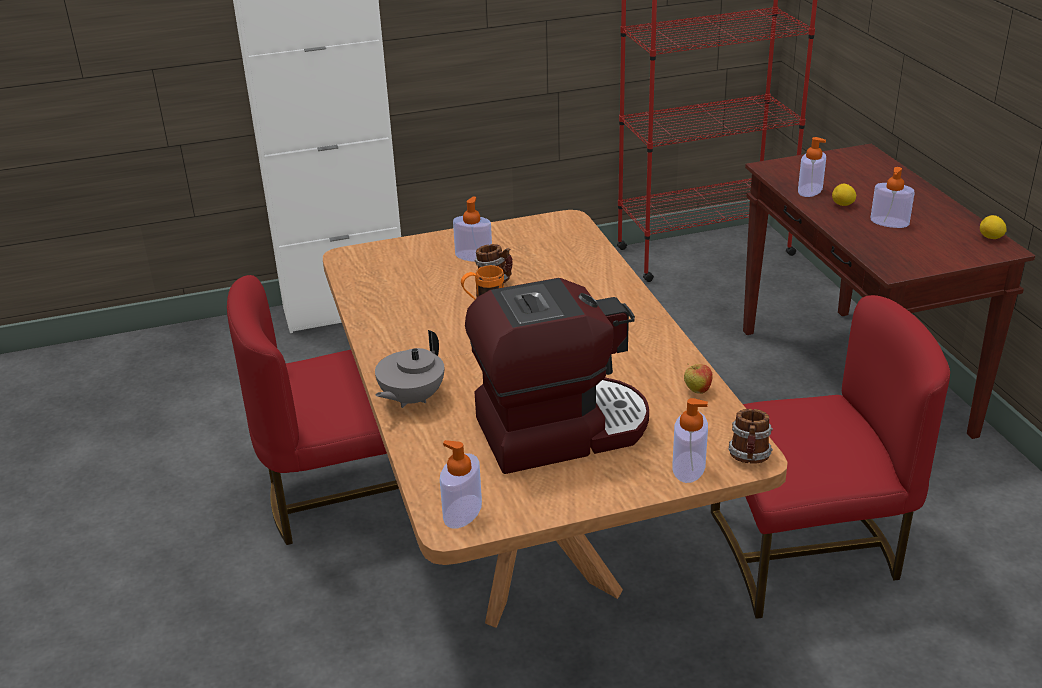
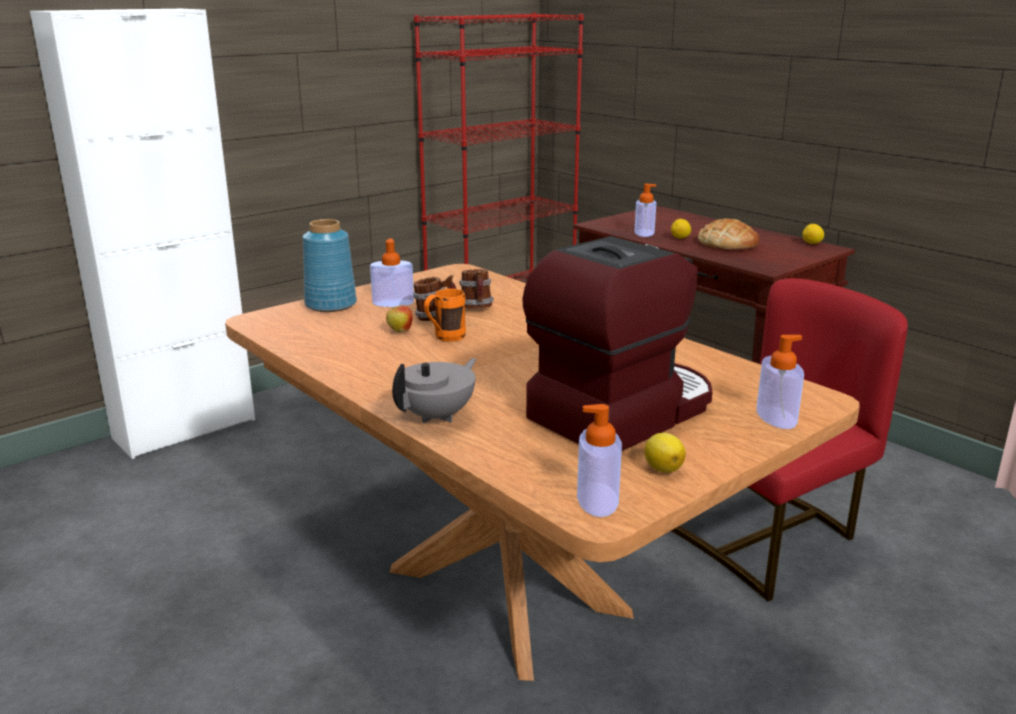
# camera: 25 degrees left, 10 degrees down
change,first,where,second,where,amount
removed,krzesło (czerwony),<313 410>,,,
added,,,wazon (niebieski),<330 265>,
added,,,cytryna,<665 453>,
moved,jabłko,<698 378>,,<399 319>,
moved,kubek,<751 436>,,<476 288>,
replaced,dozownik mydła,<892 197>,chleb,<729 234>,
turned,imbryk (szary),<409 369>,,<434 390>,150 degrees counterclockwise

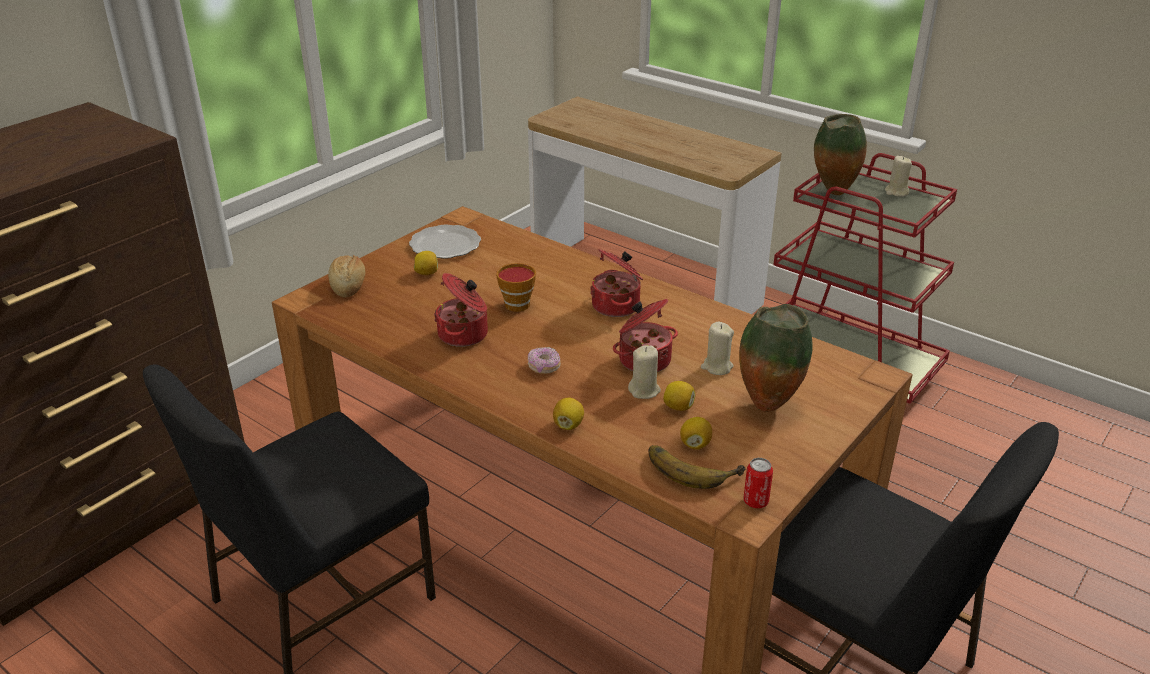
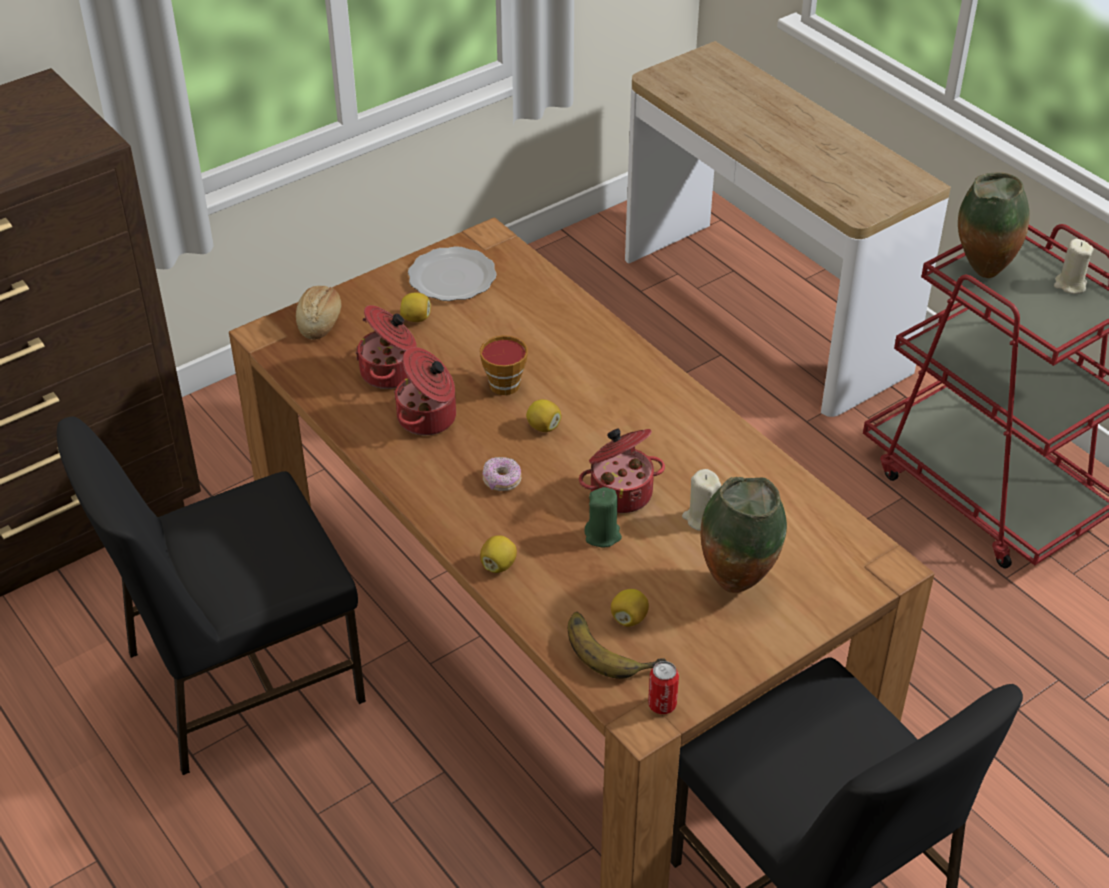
# camera: 15 degrees right, 10 degrees up
change,first,where,second,where,amount
moved,garnek,<616 283>,,<386 347>,
moved,cytryna,<679 396>,,<543 415>,
recoloured,świeca (beżowy),<644 372>,świeca (zielony),<603 517>,

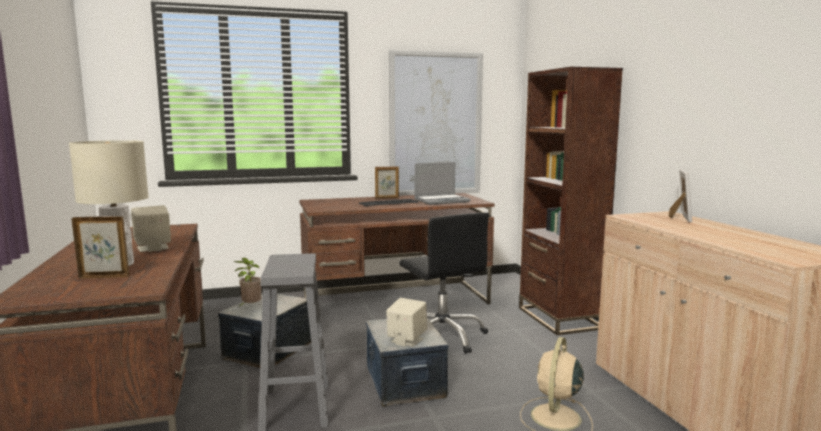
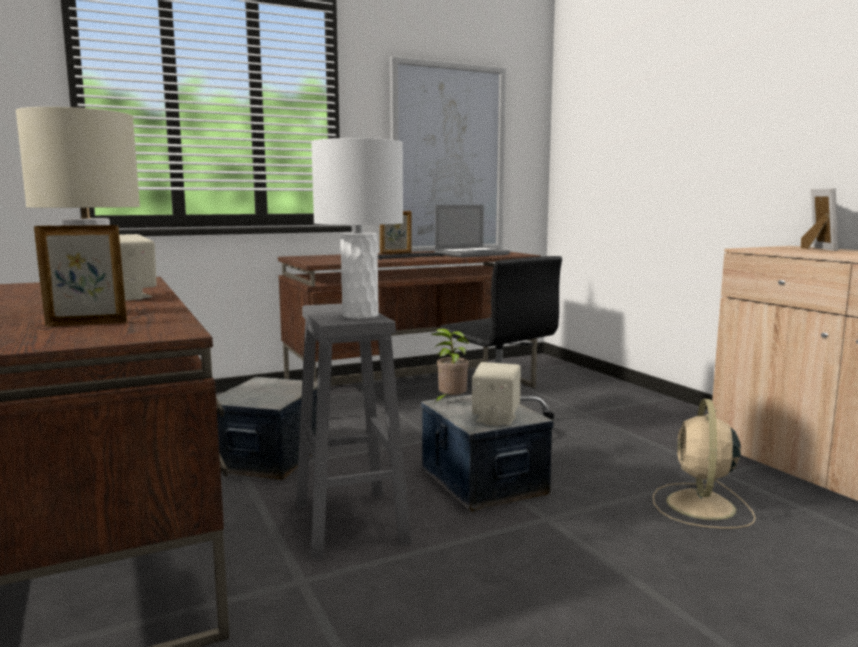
# camera: 10 degrees left, 0 degrees up
change,first,where,second,where,amount
removed,regał (brązowy),<571 201>,,,
added,,,lampa stołowa (biały),<357 228>,
moved,roślina doniczkowa,<247 282>,,<450 365>,

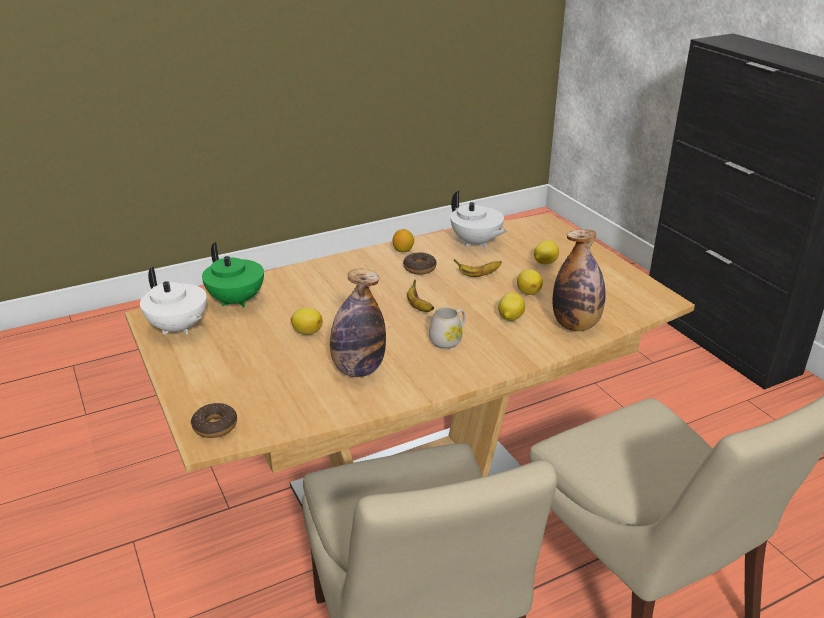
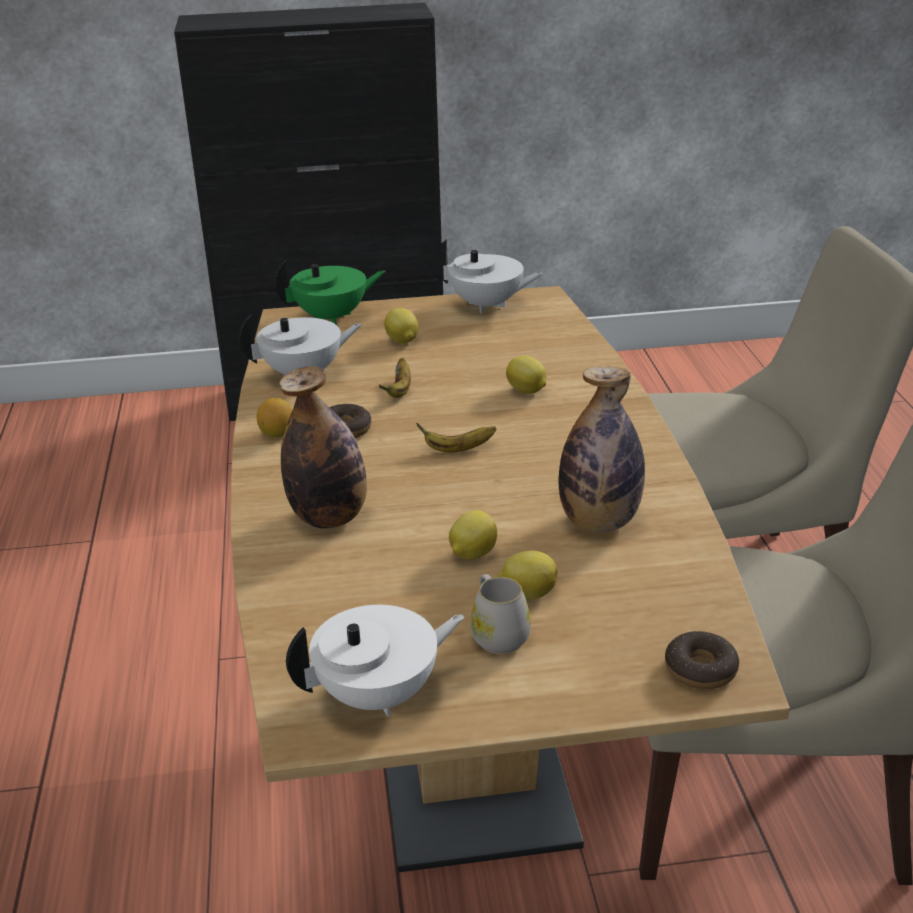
# camera: 70 degrees left, 0 degrees up
change,first,where,second,where,amount
added,,,imbryk (biały),<489 276>,
moved,imbryk (zielony),<233 274>,,<330 292>,
moved,kubek (biały),<447 328>,,<500 614>,
moved,cytryna,<530 282>,,<528 575>,
moved,butelka,<579 280>,,<323 447>,

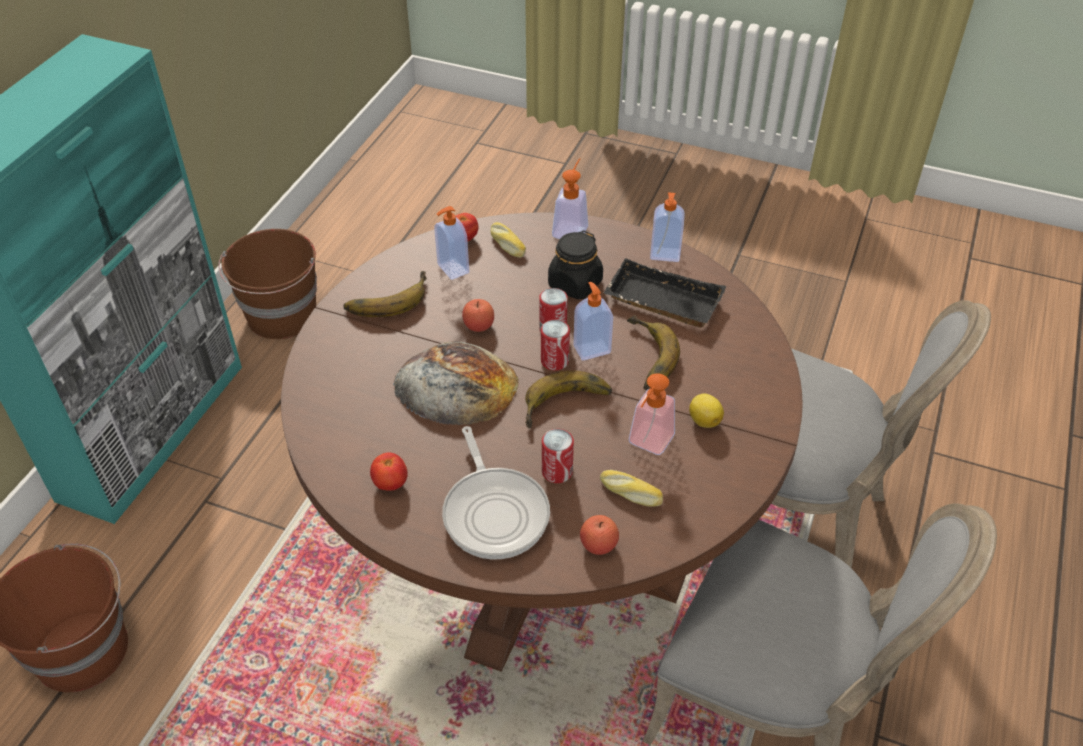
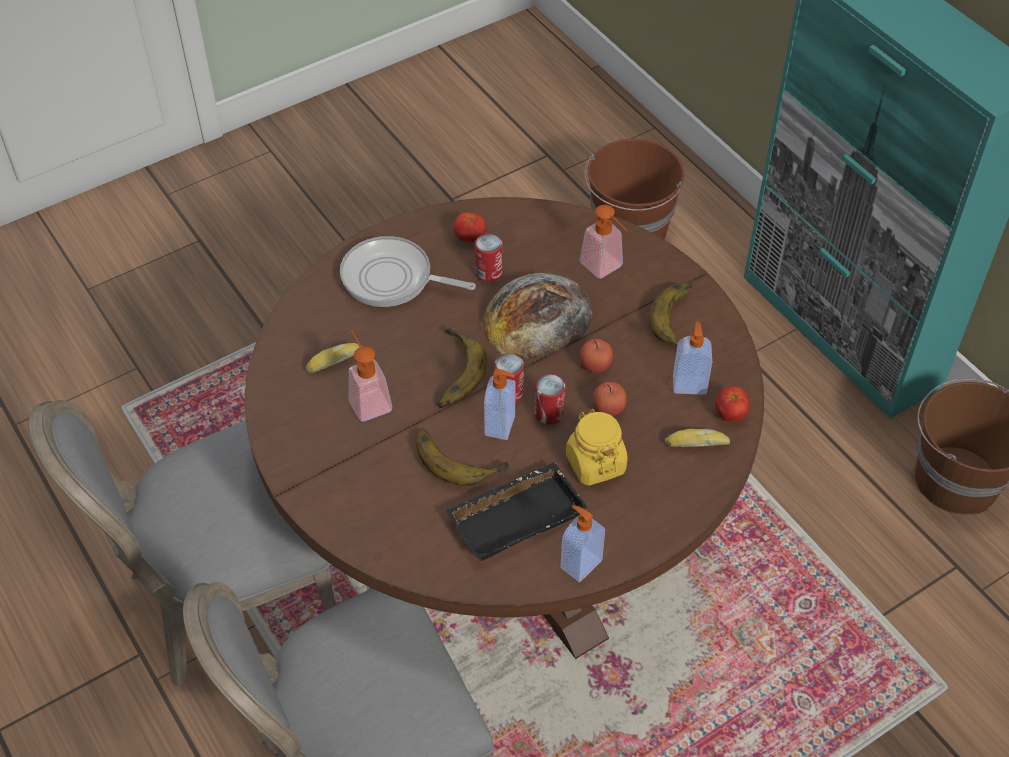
# camera: 125 degrees right, 5 degrees up
change,first,where,second,where,amount
removed,cytryna,<706 411>,,,
moved,puszka,<558 456>,,<488 258>,
moved,dozownik mydła,<570 198>,,<603 242>,
moved,jabłko,<599 535>,,<610 399>,
recoloured,słoik (czarny),<575 264>,słoik (żółty),<597 447>,

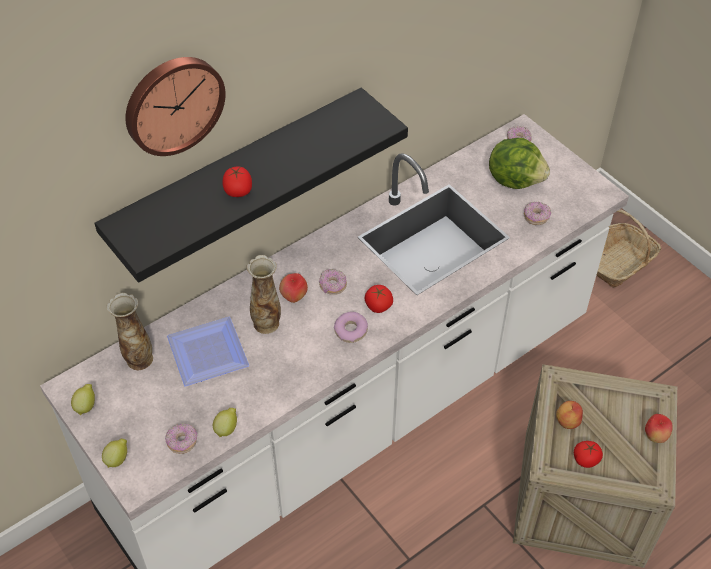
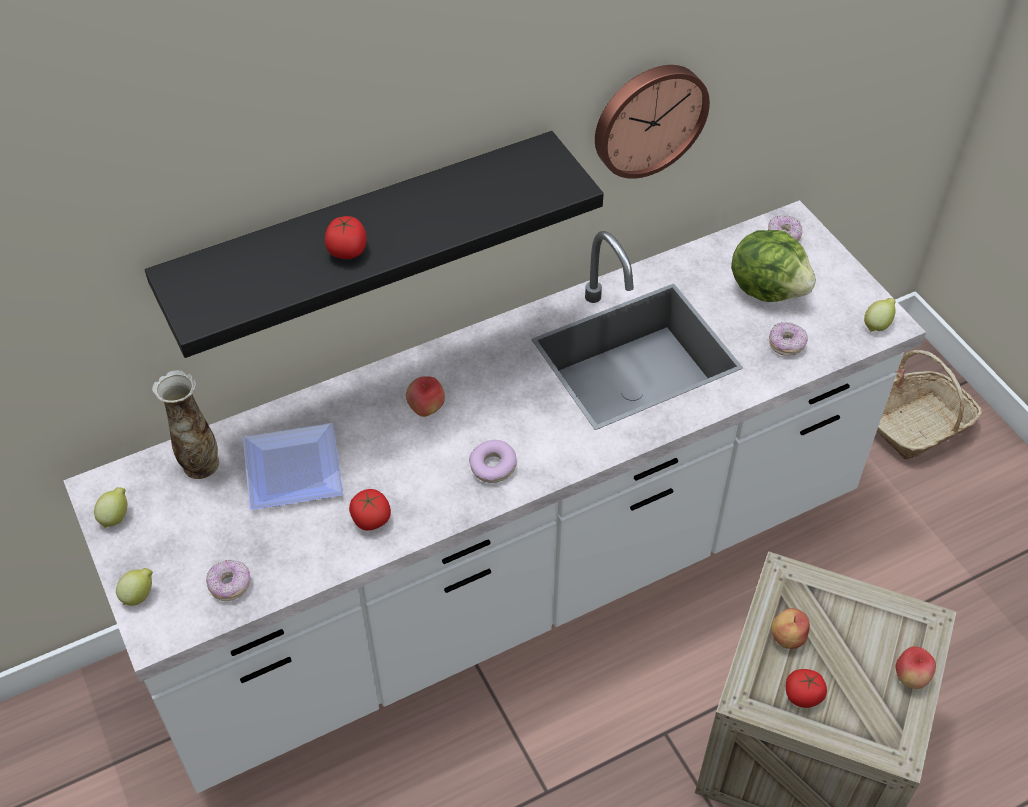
# camera: 10 degrees right, 0 degrees up
change,first,where,second,where,amount
removed,wazon,<264 294>,,,
removed,donut,<333 282>,,,
moved,zegar ścienny,<175 106>,,<652 122>,
moved,cytryna,<225 423>,,<880 315>,
moved,pomidor,<379 299>,,<370 510>,

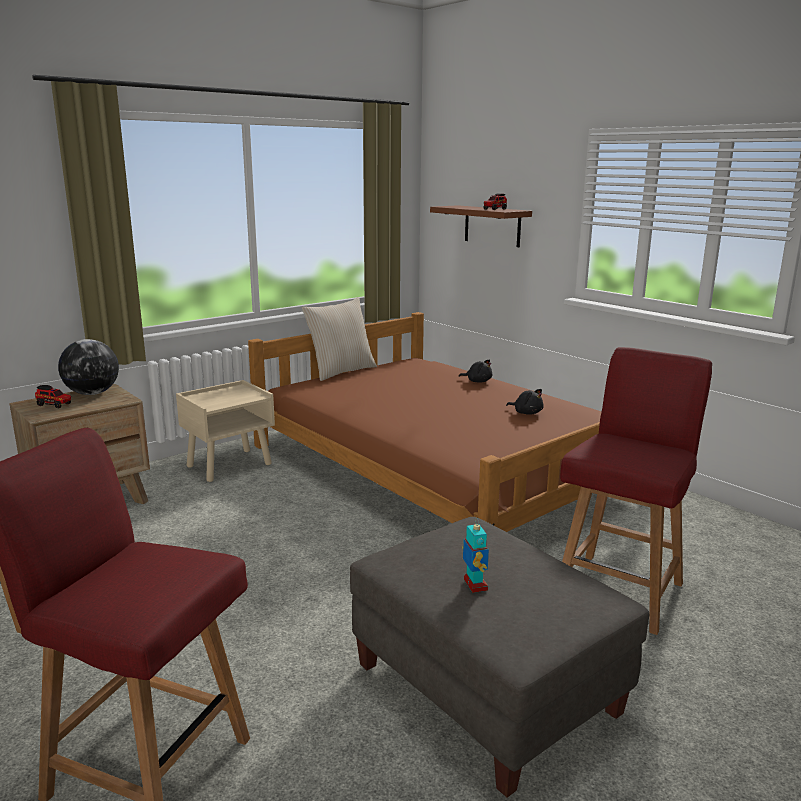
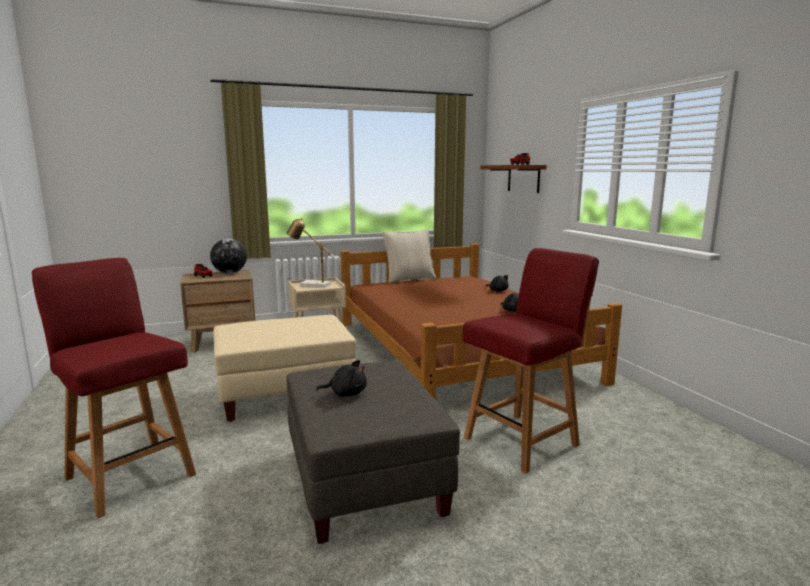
# camera: 20 degrees right, 5 degrees down
change,first,where,second,where,amount
added,,,pufa (beżowy),<284 368>,
added,,,lampa stołowa,<312 253>,
replaced,robot zabawkowy,<475 555>,pluszak (czarny),<341 378>,

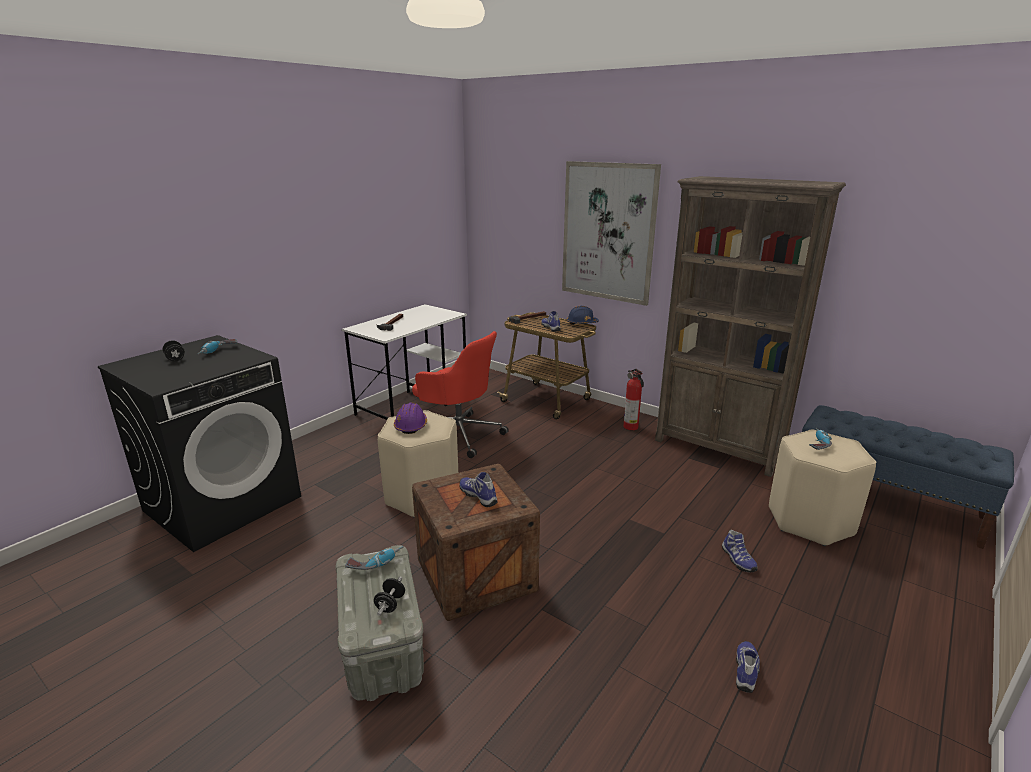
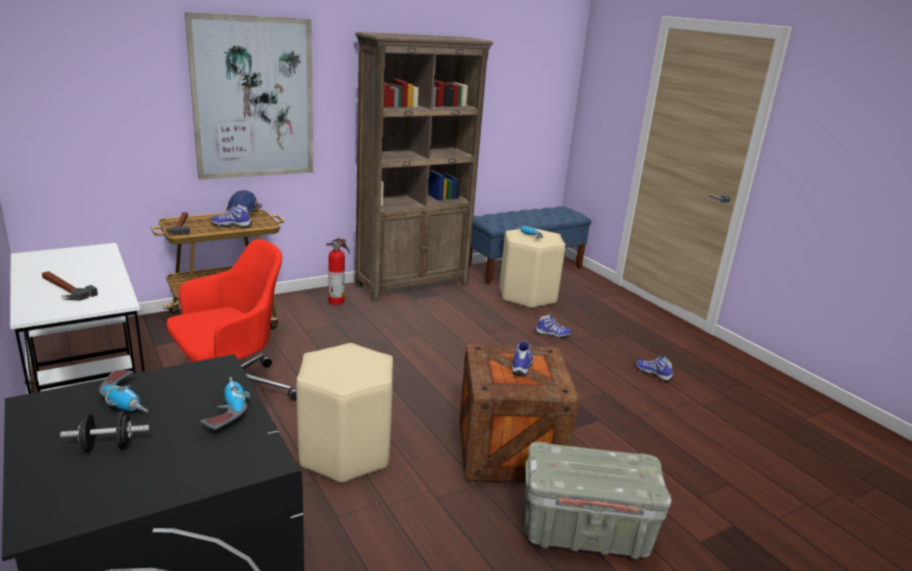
# camera: 70 degrees left, 0 degrees up
change,first,where,second,where,amount
removed,hantel (czarny),<389 596>,,,
removed,kask (fioletowy),<410 418>,,,
moved,wiertarka,<374 558>,,<225 403>,
turned,but,<478 489>,,<522 359>,120 degrees clockwise

